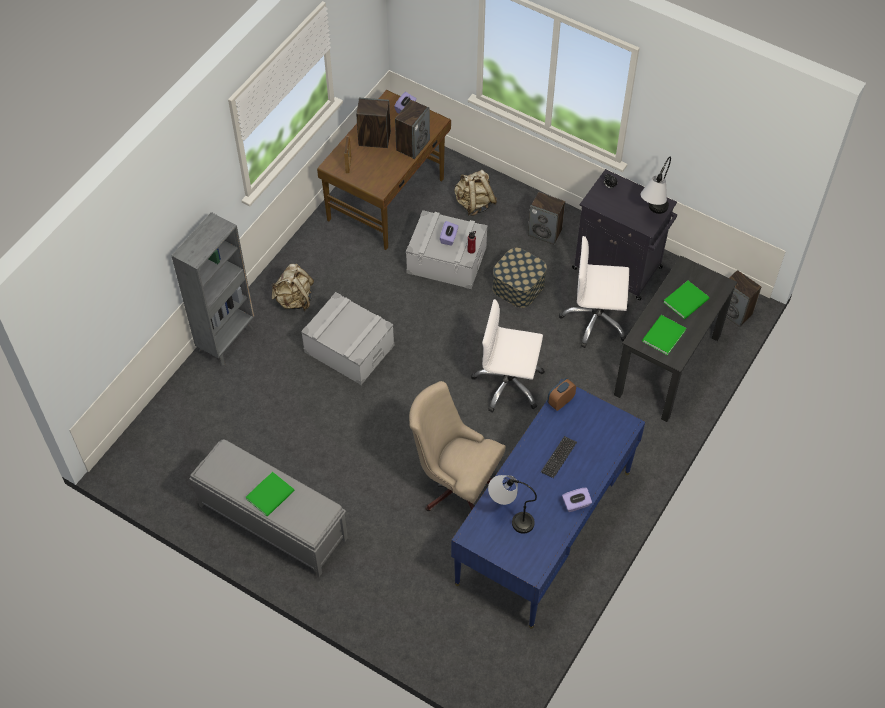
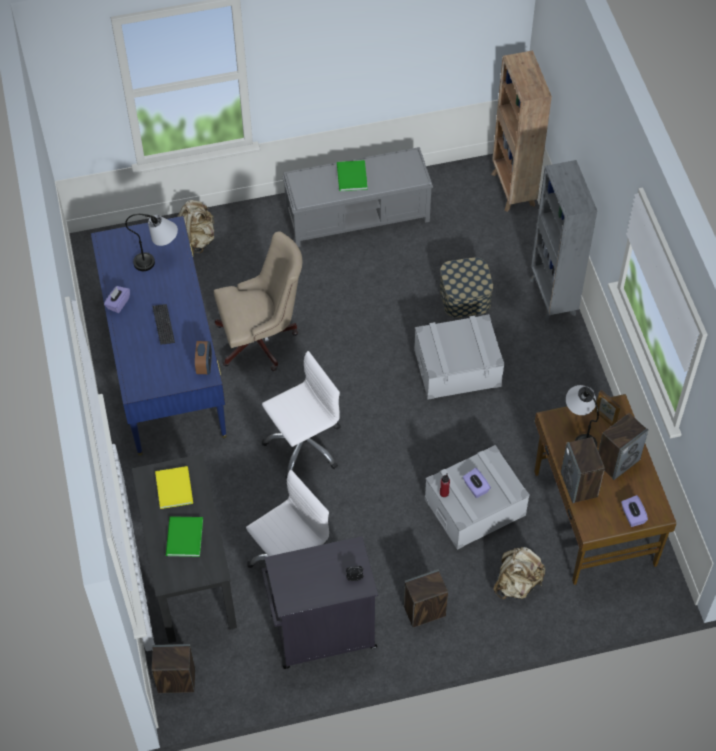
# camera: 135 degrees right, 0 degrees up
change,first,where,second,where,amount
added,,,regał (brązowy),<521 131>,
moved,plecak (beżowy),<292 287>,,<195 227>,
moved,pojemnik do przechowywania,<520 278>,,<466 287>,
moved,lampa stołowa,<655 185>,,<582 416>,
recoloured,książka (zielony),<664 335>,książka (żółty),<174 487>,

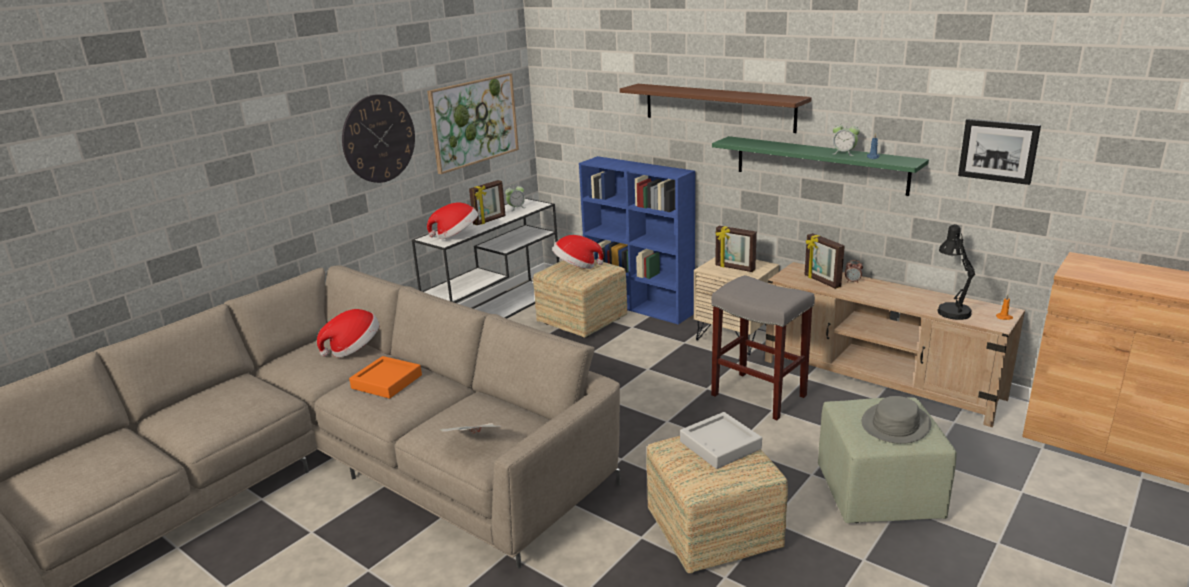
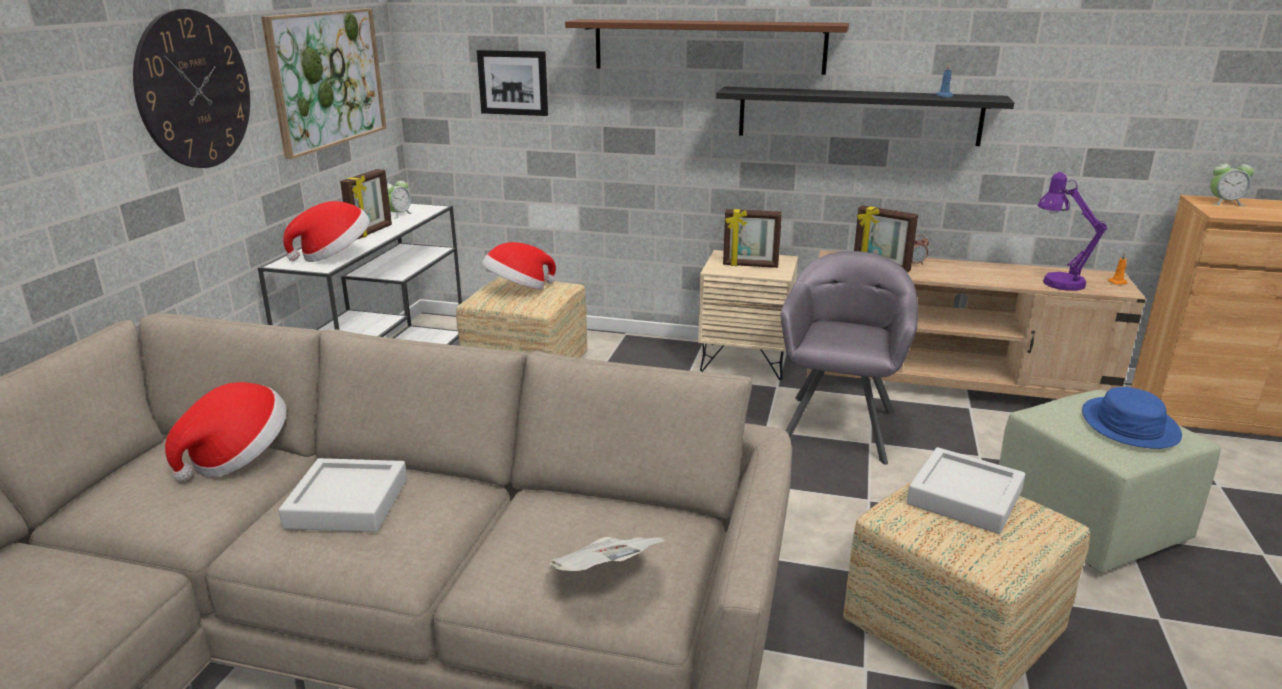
# camera: 25 degrees left, 0 degrees up
change,first,where,second,where,amount
removed,regał (niebieski),<637 240>,,,
moved,budzik,<846 138>,,<1232 182>,
moved,obraz,<999 152>,,<512 83>,
replaced,stołek (szary),<763 347>,fotel (szary),<849 358>,
recoloured,taca (pomarańczowy),<385 377>,taca (szary),<343 495>,
recoloured,półka (zielony),<820 166>,półka (czarny),<865 116>,
recoloured,kapelusz (szary),<896 420>,kapelusz (niebieski),<1132 418>,
recoloured,lampa stołowa (czarny),<956 272>,lampa stołowa (fioletowy),<1073 231>,

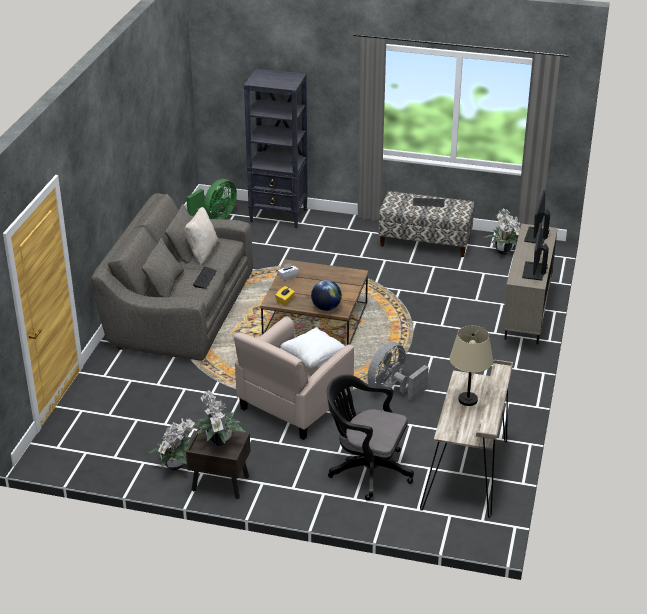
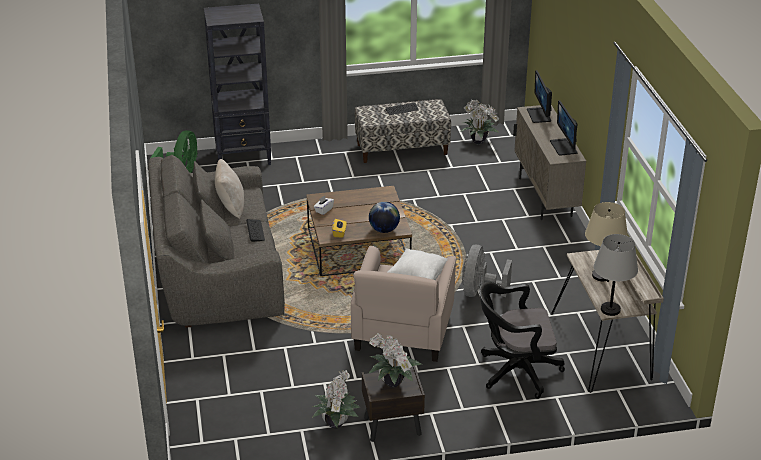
# camera: 25 degrees left, 0 degrees up
change,first,where,second,where,amount
added,,,lampa stołowa (szary),<616 275>,

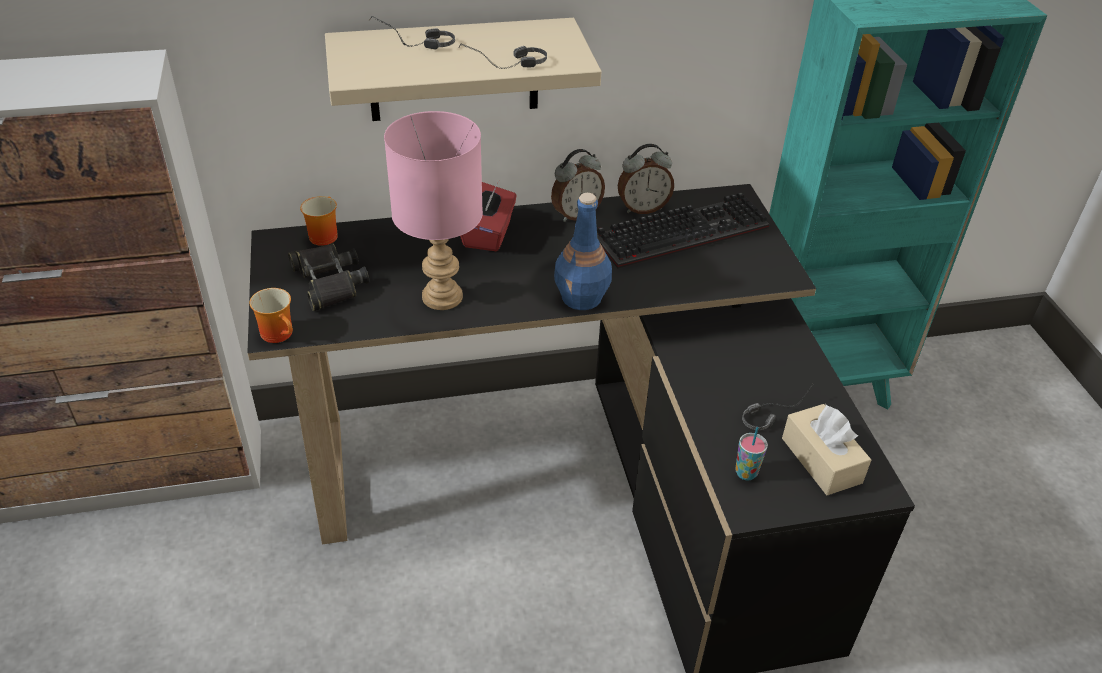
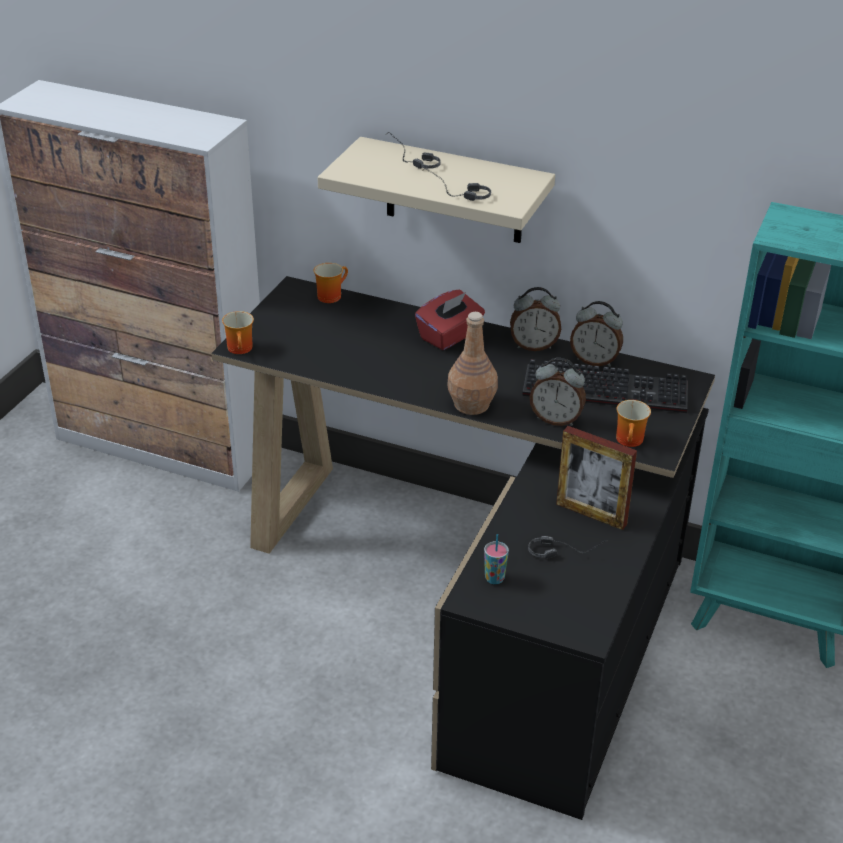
# camera: 35 degrees right, 5 degrees down
change,first,where,second,where,amount
removed,lornetka (czarny),<328 277>,,,
removed,lampa stołowa (różowy),<433 210>,,,
removed,pudełko chusteczek (beżowy),<826 449>,,,
added,,,budzik,<558 392>,
added,,,ramka na zdjęcie,<596 478>,
added,,,kubek,<633 423>,
recoloured,butelka (niebieski),<583 251>,butelka (brązowy),<472 363>,

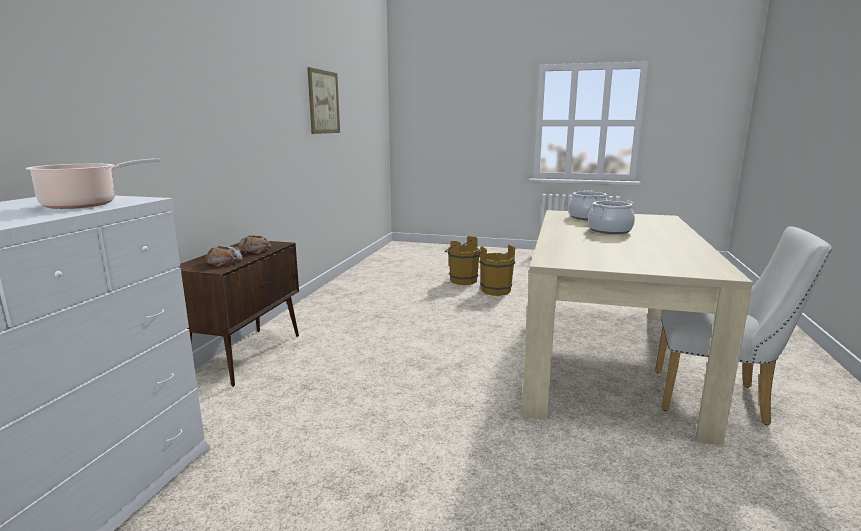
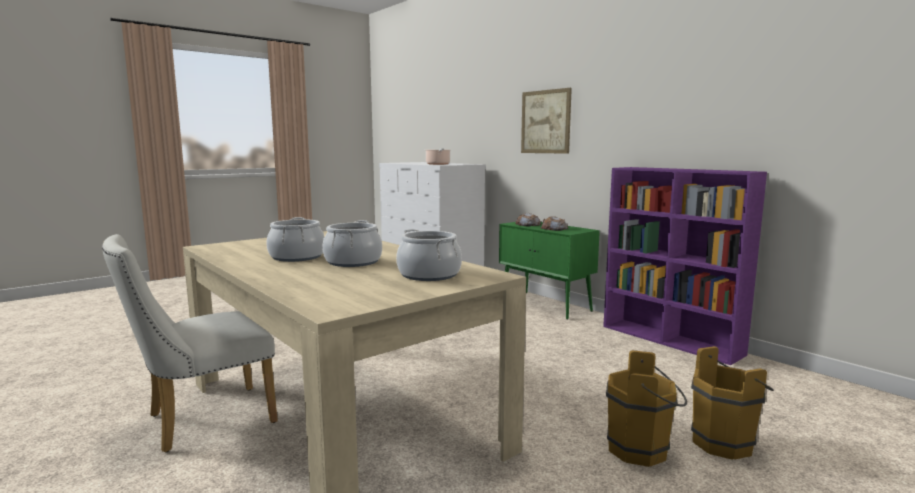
# camera: 125 degrees right, 5 degrees down
change,first,where,second,where,amount
added,,,garnek,<295 239>,
added,,,regał (fioletowy),<685 266>,
moved,obraz,<323 100>,,<546 121>,
recoloured,szafka (brązowy),<238 314>,szafka (zielony),<549 271>,

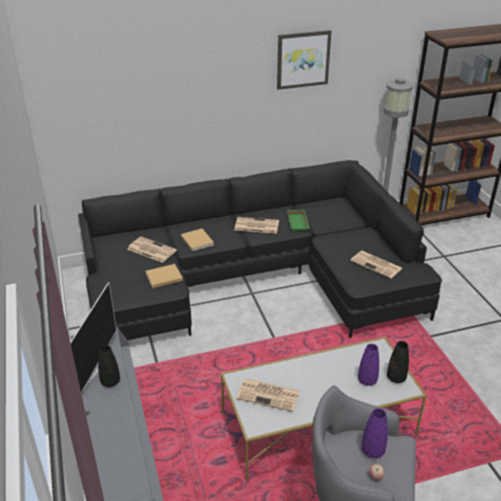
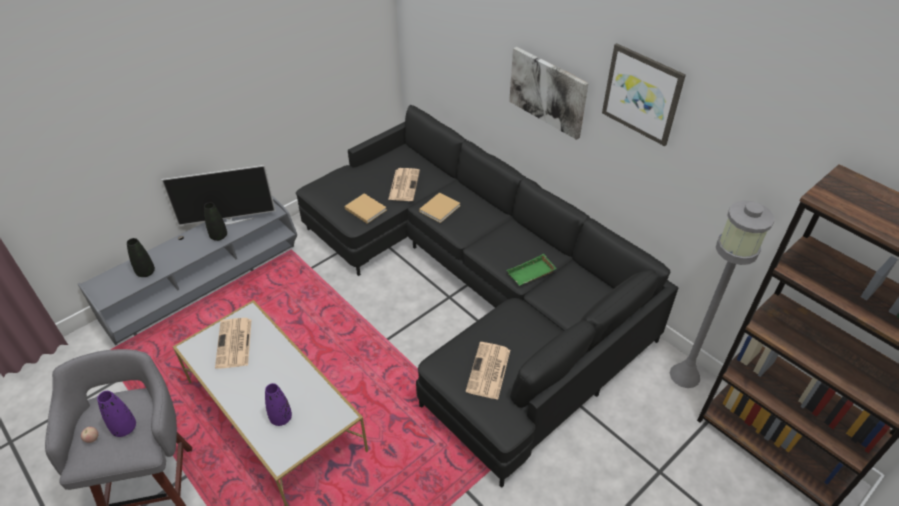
# camera: 65 degrees right, 10 degrees up
change,first,where,second,where,amount
removed,gazeta,<257 225>,,,
added,,,obraz,<549 93>,
moved,wazon (czarny),<398 362>,,<141 257>,

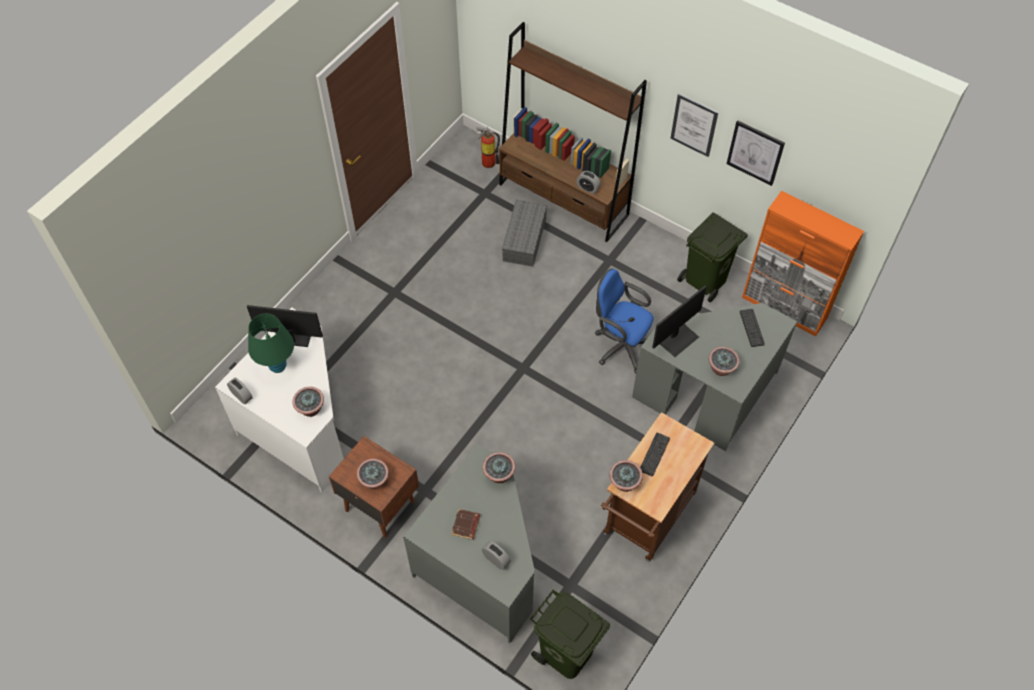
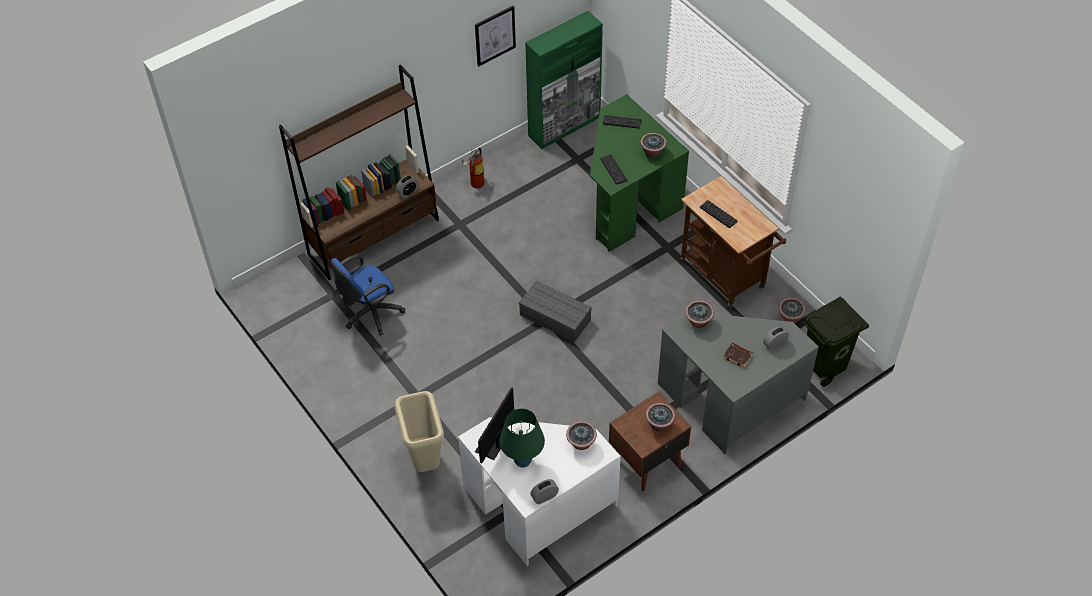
# camera: 70 degrees left, 5 degrees down
change,first,where,second,where,amount
removed,obraz,<694 125>,,,
removed,kosz na śmieci (zielony),<712 257>,,,
added,,,kosz na śmieci (beżowy),<419 431>,
moved,gaśnica,<488 147>,,<473 168>,
moved,pojemnik do przechowywania (szary),<524 233>,,<555 311>,
moved,krzesło biurowe (niebieski),<624 321>,,<368 295>,
moved,roślina doniczkowa,<626 476>,,<792 310>,
replaced,monitor,<679 321>,klawiatura,<613 169>,
recoloured,biurko (szary),<714 377>,biurko (zielony),<639 173>,
recoloured,szafka (pomarańczowy),<803 264>,szafka (zielony),<564 80>,

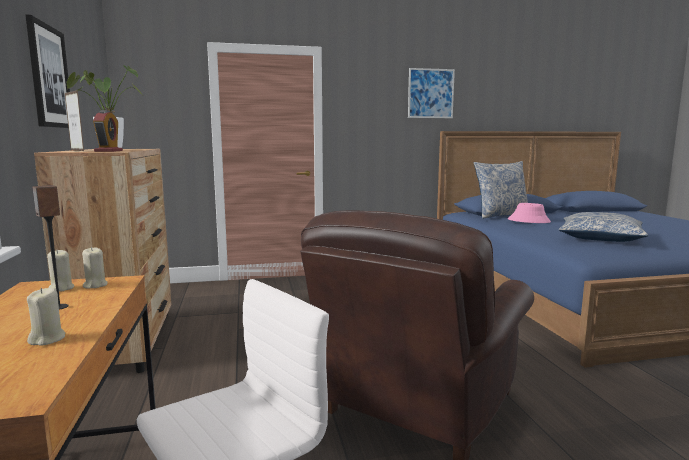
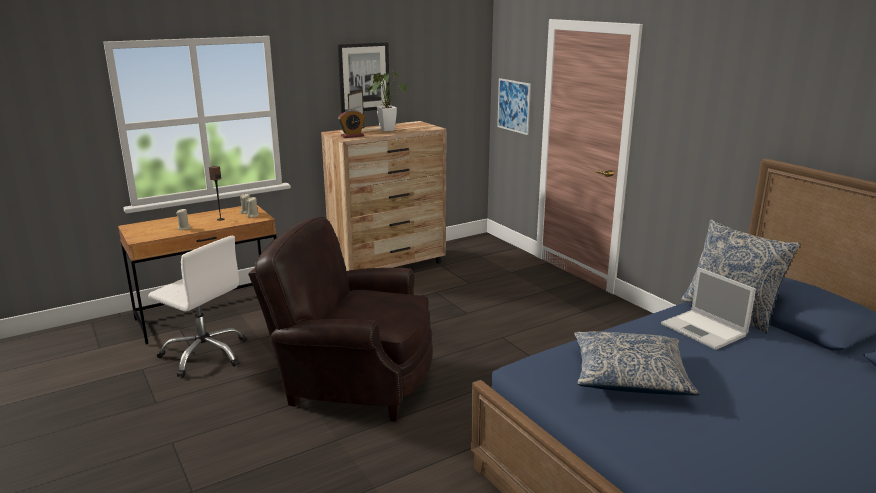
# camera: 70 degrees right, 10 degrees up
change,first,where,second,where,amount
moved,obraz,<431 93>,,<514 106>,
replaced,kapelusz (różowy),<529 213>,laptop,<708 308>,

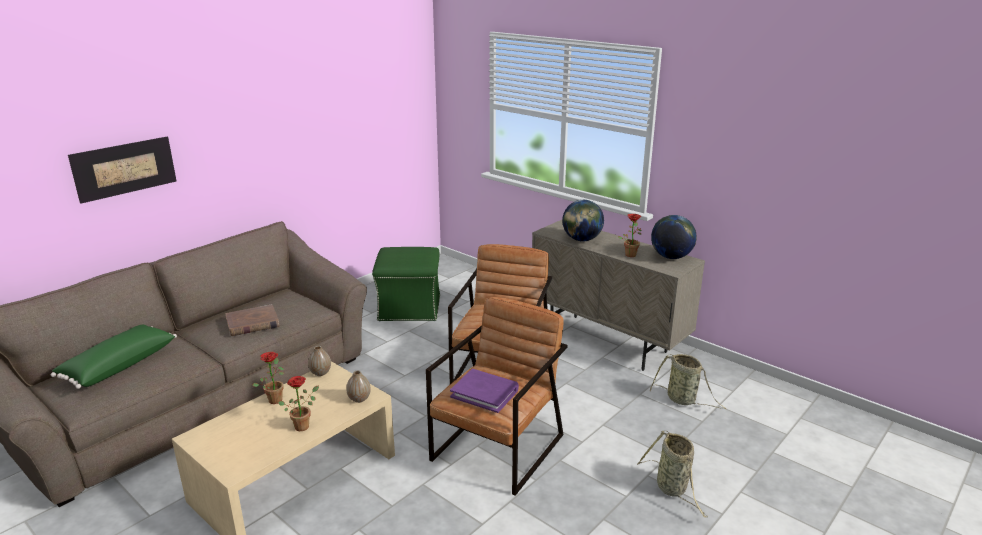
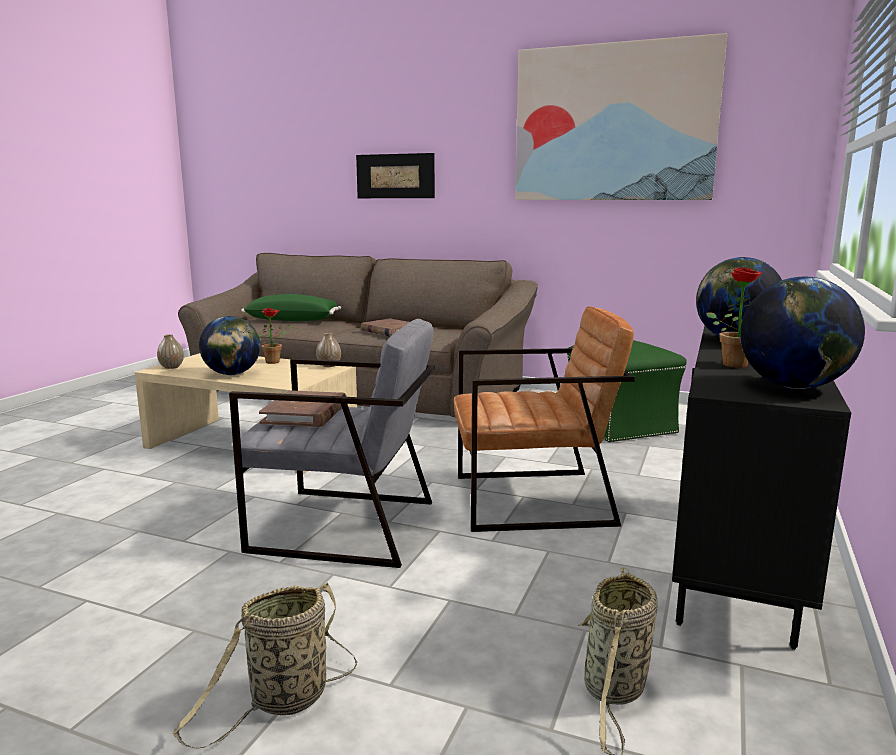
# camera: 70 degrees right, 10 degrees down
change,first,where,second,where,amount
added,,,obraz,<621 116>,
moved,wazon,<358 387>,,<170 351>,
replaced,roślina doniczkowa,<298 403>,globus,<229 345>,
recoloured,fotel (brązowy),<497 396>,fotel (szary),<332 443>,
recoloured,książka (fioletowy),<484 391>,książka (brązowy),<303 408>,
recoloured,szafka (beżowy),<618 295>,szafka (czarny),<761 488>,

